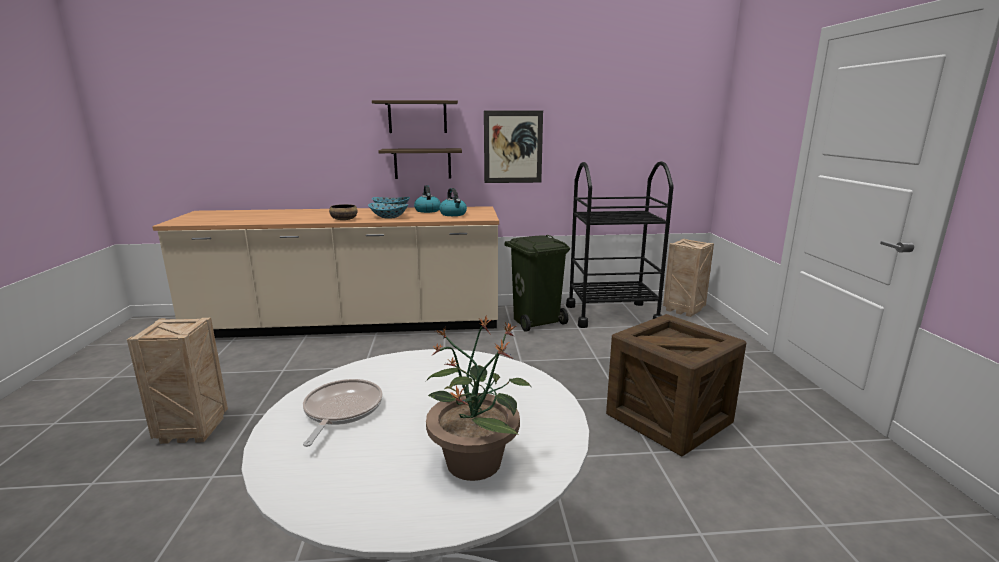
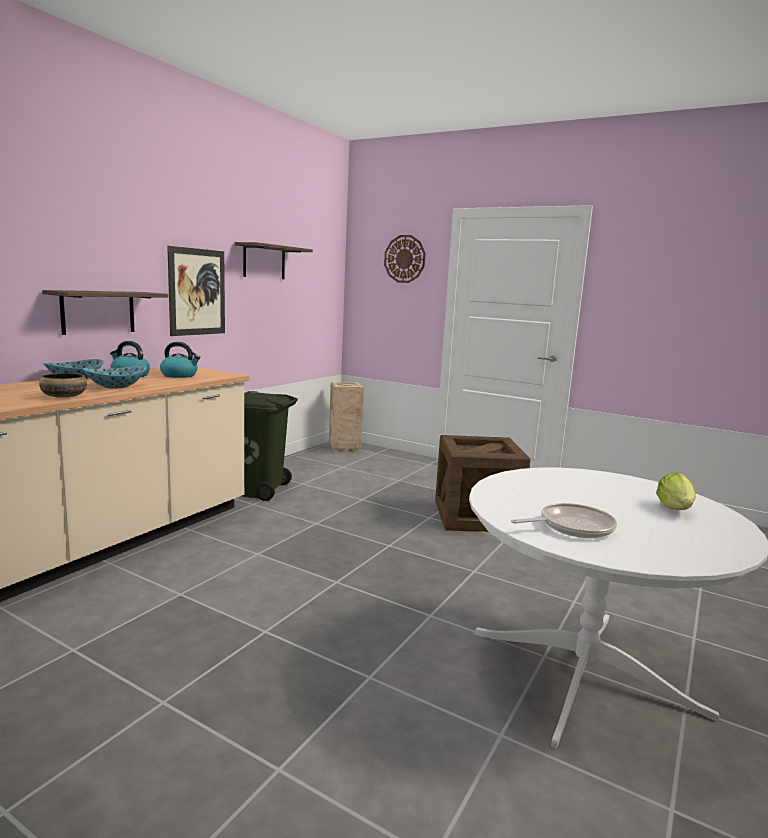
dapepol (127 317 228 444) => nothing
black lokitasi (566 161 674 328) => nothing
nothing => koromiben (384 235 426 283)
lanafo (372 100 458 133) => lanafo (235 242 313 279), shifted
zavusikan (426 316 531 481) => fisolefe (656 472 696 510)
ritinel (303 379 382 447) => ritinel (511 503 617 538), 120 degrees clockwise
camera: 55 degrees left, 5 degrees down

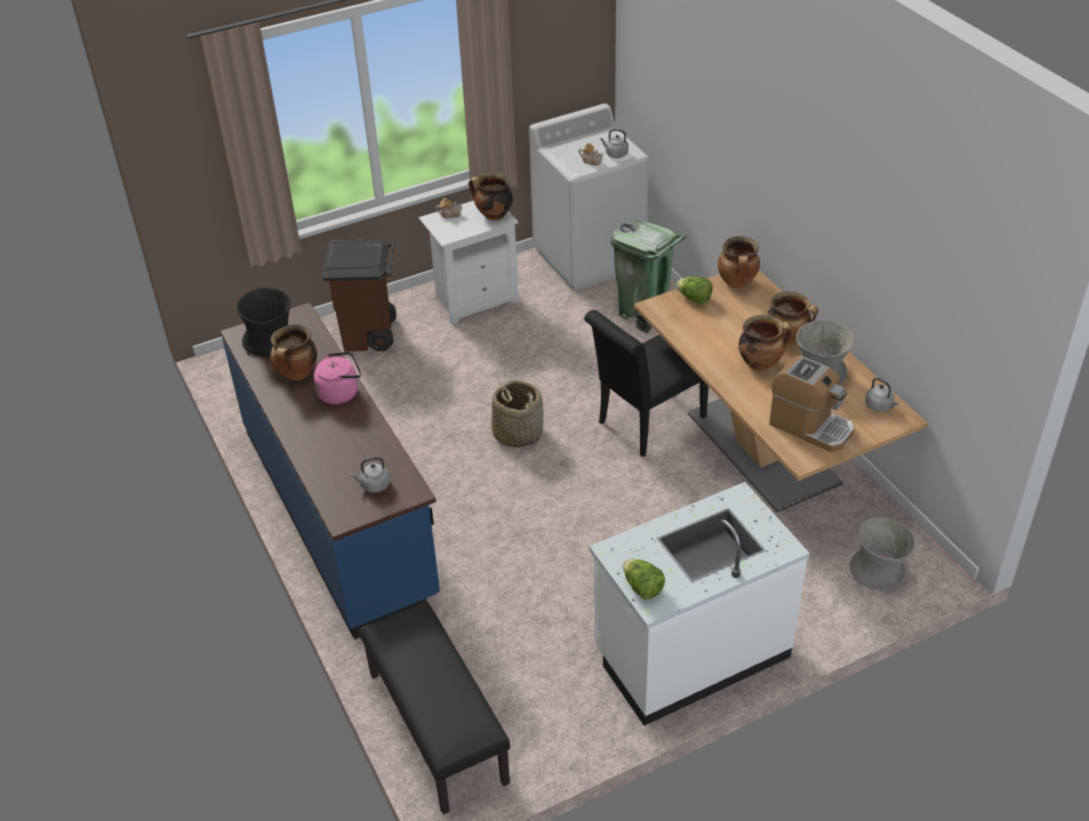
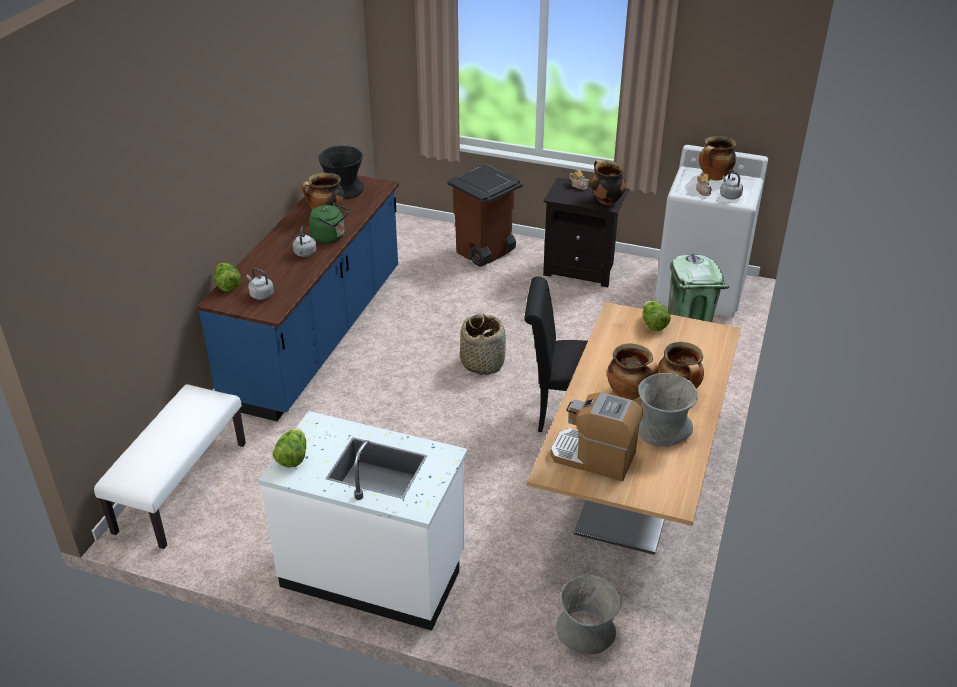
nothing => fisolefe (214 263 241 292)
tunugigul (718 236 760 288) => tunugigul (699 136 736 181), shifted
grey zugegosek (865 378 899 412) => grey zugegosek (293 226 317 257), shifted
pink zugegosek (314 351 361 404) => green zugegosek (309 203 350 243)
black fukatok (359 601 510 815) => white fukatok (94 384 246 549)
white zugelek (419 201 519 324) => black zugelek (543 177 629 287)
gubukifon (769 355 854 452) => gubukifon (550 392 643 481), 120 degrees clockwise
camera: 45 degrees right, 5 degrees down

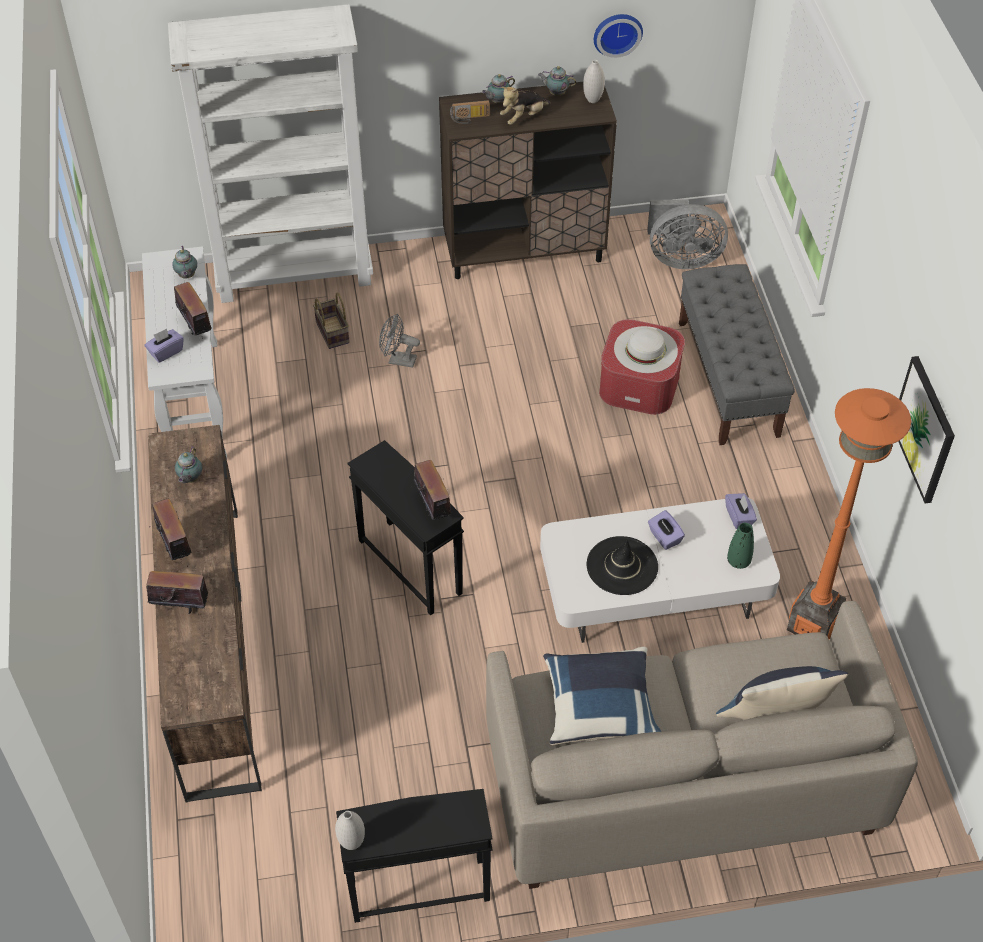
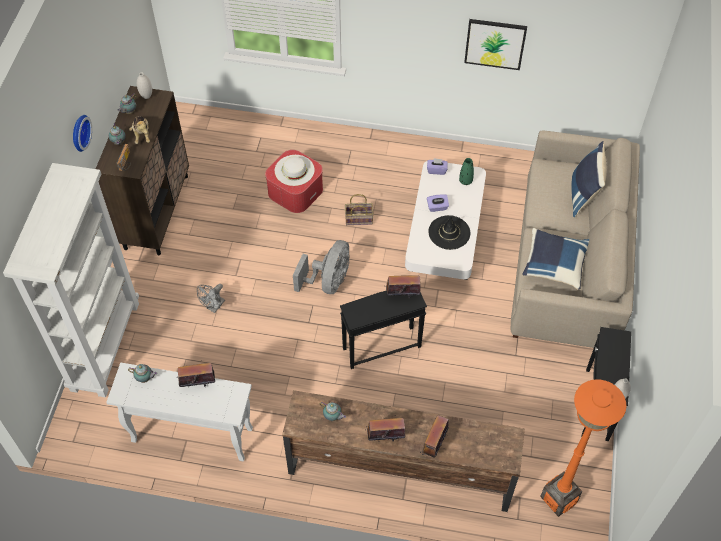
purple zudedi (145 328 184 363) => nothing
grey fukatok (679 264 795 445) => nothing
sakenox (313 292 350 349) => sakenox (345 194 373 225), shifted
koromiben (594 14 643 58) => koromiben (73 115 92 152), shifted
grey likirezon (647 200 728 269) => grey likirezon (293 240 349 294), shifted
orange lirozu (787 388 911 639) => orange lirozu (540 379 627 517), shifted
camera: 70 degrees left, 5 degrees up

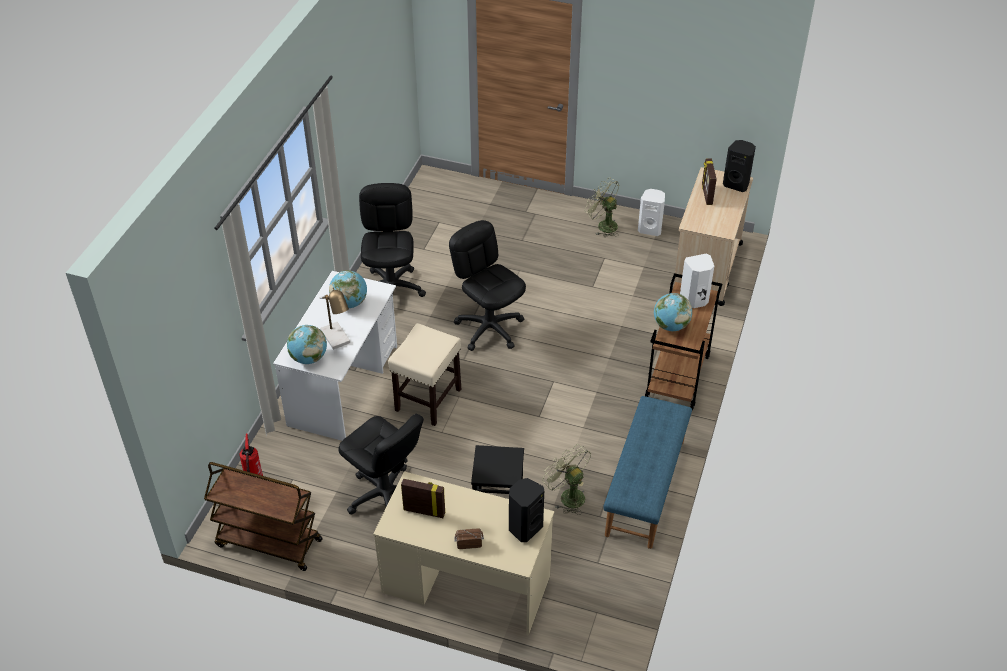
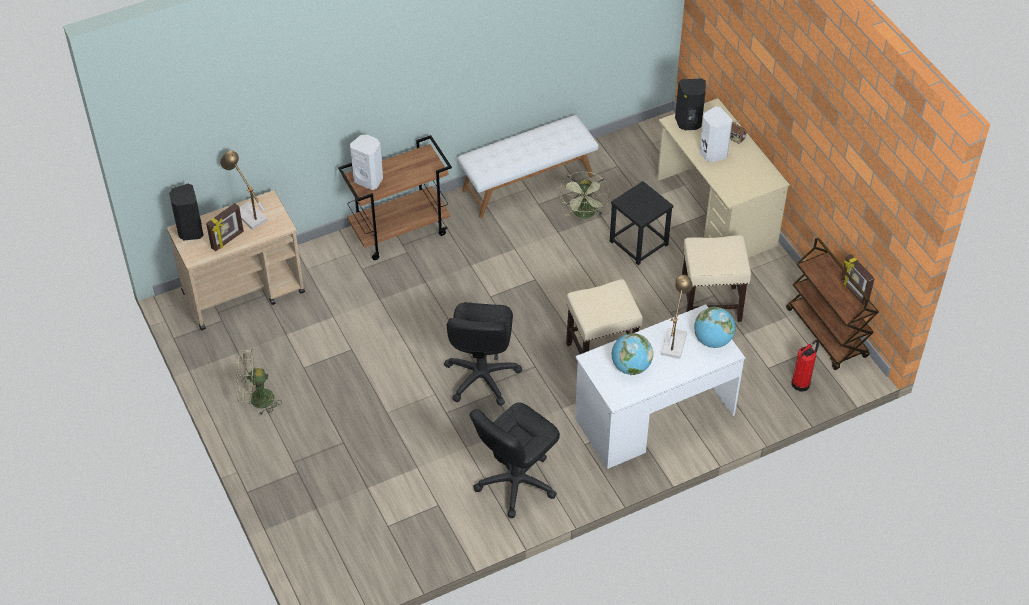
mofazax (654 293 692 331) => nothing
nothing => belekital (220 151 267 230)
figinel (401 479 445 518) => figinel (841 254 875 305), shifted
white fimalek (638 189 665 236) => white fimalek (699 106 732 162), shifted
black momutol (338 414 424 514) => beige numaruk (682 235 751 322)
blue fukatok (603 396 692 549) => white fukatok (457 115 599 218)
green likirezon (585 177 619 237) => green likirezon (236 349 282 416), 90 degrees clockwise
camera: 135 degrees left, 5 degrees up

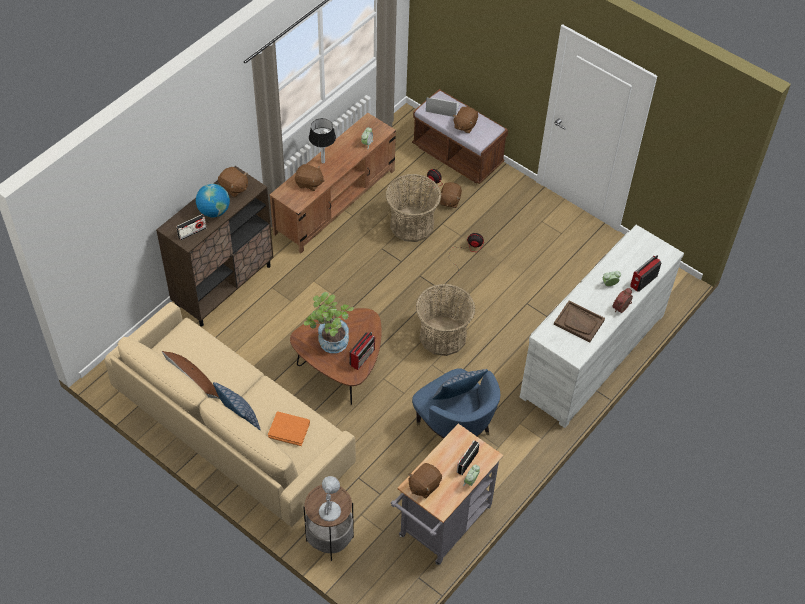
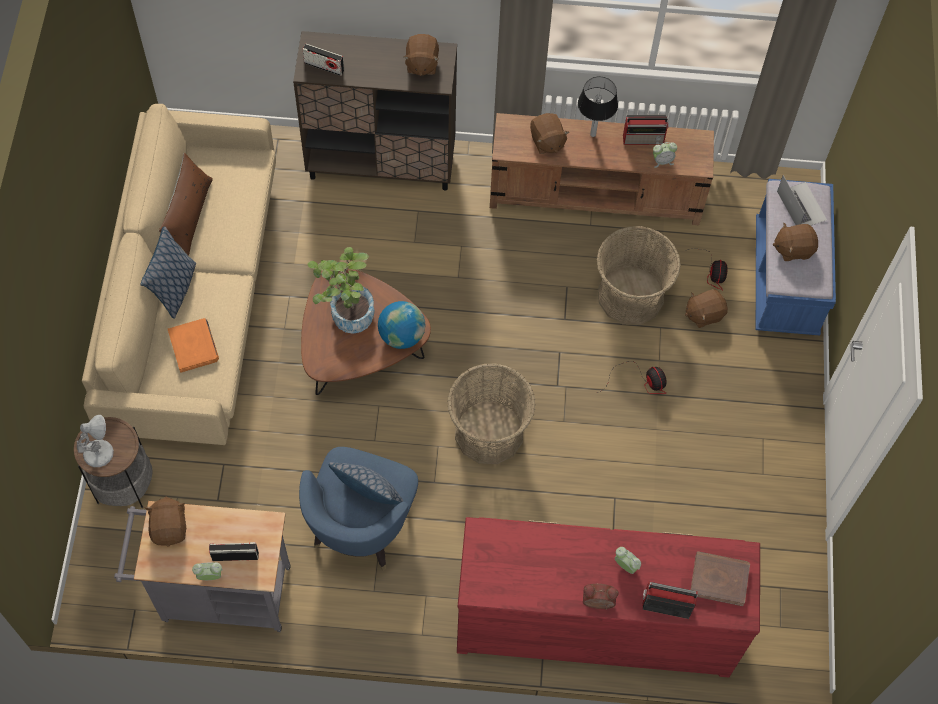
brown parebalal (554 301 605 342) => nothing
nothing => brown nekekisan (691 551 750 606)
mofazax (196 184 230 217) => mofazax (378 301 426 349), shifted
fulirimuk (349 332 375 370) => fulirimuk (623 115 669 145), shifted
brown fukatok (412 89 508 184) => blue fukatok (756 179 836 336)
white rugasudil (520 225 684 428) => red rugasudil (457 517 760 677)
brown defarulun (409 463 442 498) => brown defarulun (145 497 186 547), 75 degrees clockwise
camera: 55 degrees right, 10 degrees up

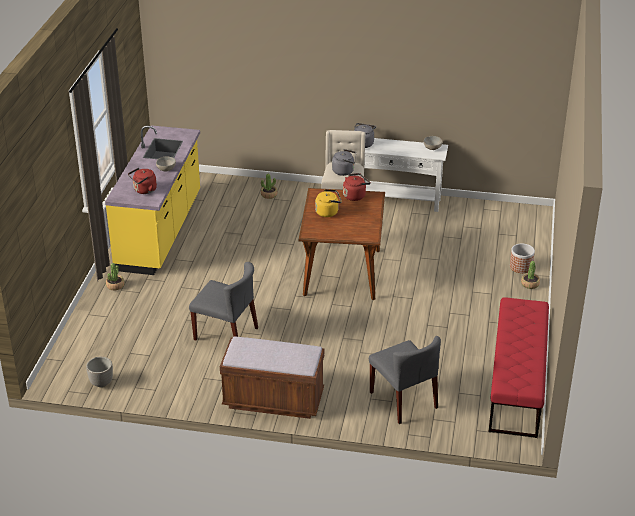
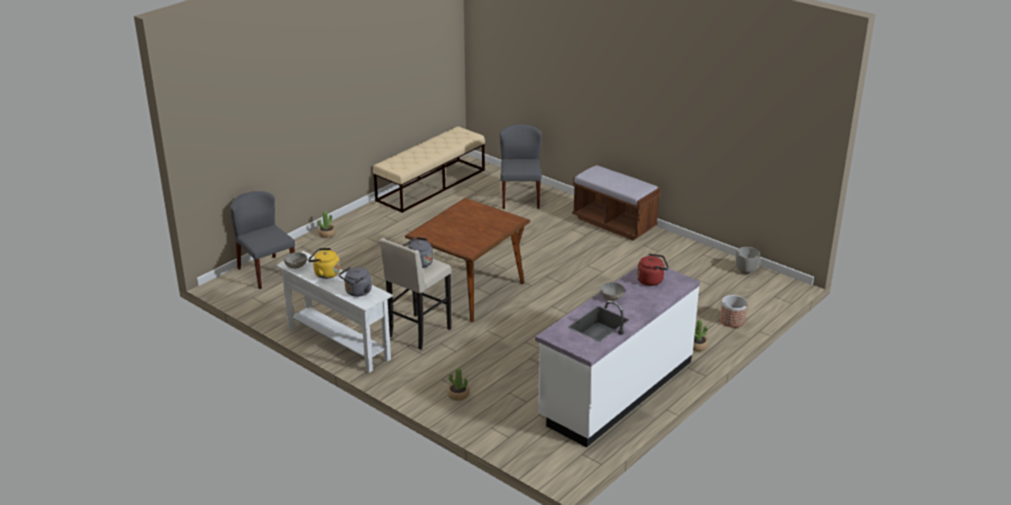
red zugegosek (343 173 370 201) => nothing
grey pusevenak (189 262 258 340) => grey pusevenak (230 191 295 289), shifted
yellow zugegosek (315 189 342 217) => yellow zugegosek (308 248 340 279), shifted
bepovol (510 244 535 273) => bepovol (720 295 747 328), shifted
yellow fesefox (105 125 200 275) => white fesefox (535 267 700 447)
red fukatok (489 297 549 438) => beige fukatok (373 126 485 213)
camera: 150 degrees left, 5 degrees down

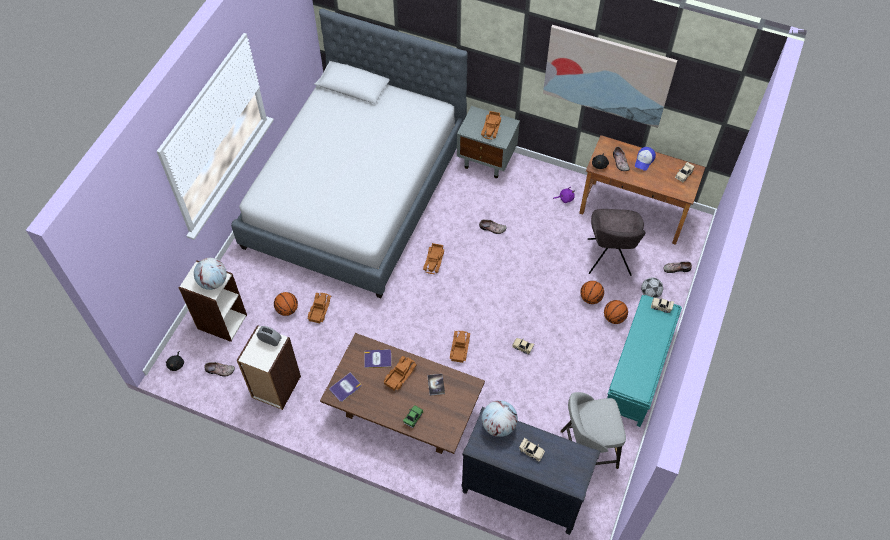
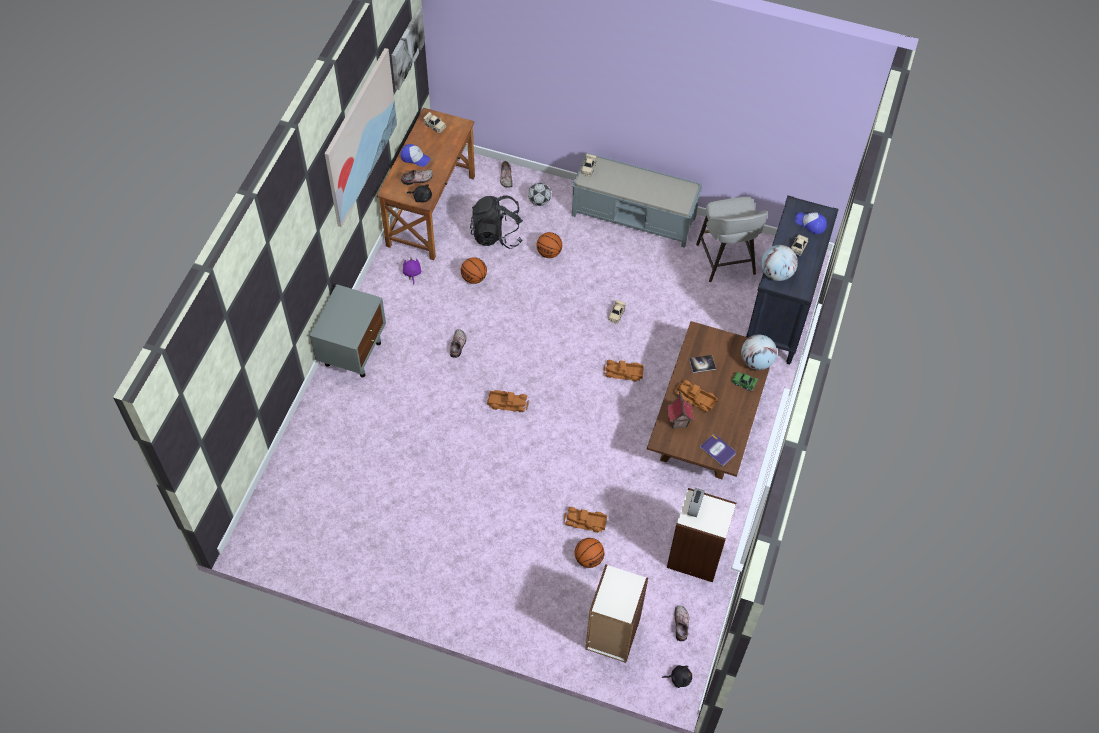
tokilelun (231 9 468 298) => nothing
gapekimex (481 111 502 139) => nothing
nothing => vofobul (391 7 425 90)
nothing => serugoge (795 212 827 234)
mofazax (194 258 227 290) => mofazax (741 335 777 370), shifted
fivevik (604 300 628 324) => fivevik (461 257 487 284), shifted
nekekisan (364 349 391 368) => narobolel (667 391 694 429)
grey pusevenak (588 209 646 276) => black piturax (470 195 523 249)
turquoise fukatok (607 295 682 427) => grey fukatok (572 153 702 248)
camera: 95 degrees left, 0 degrees up

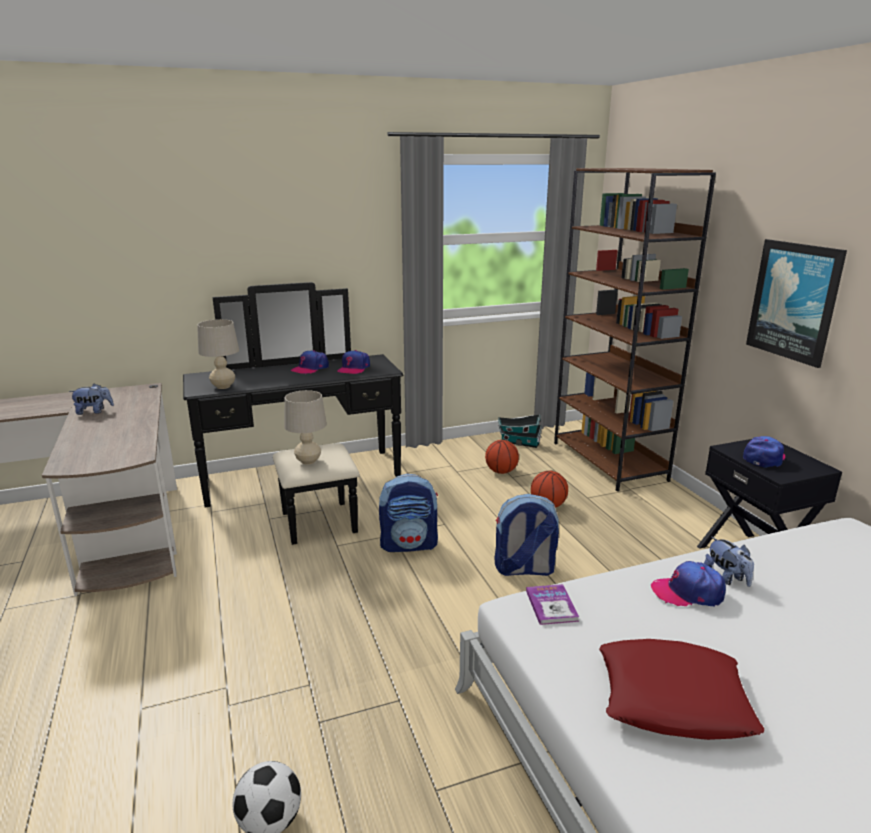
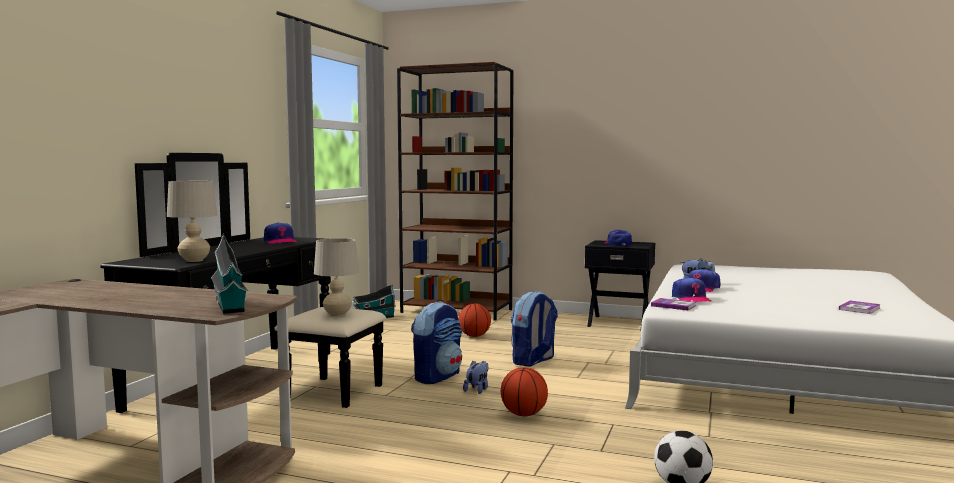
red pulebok (599 639 764 740) => nothing
vofobul (746 239 847 368) => nothing
nothing => narobolel (211 234 248 314)
nothing => nekekisan (839 300 880 314)
defarulun (69 383 114 415) => defarulun (463 361 488 394), shifted
serugoge (291 350 329 374) => serugoge (672 277 712 302), shifted
fivevik (485 440 519 474) => fivevik (501 367 548 416), shifted
camera: 50 degrees left, 15 degrees down

